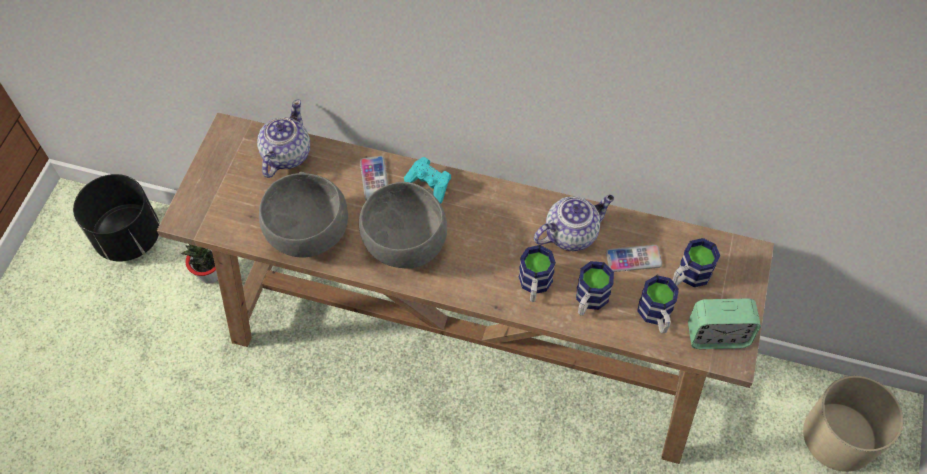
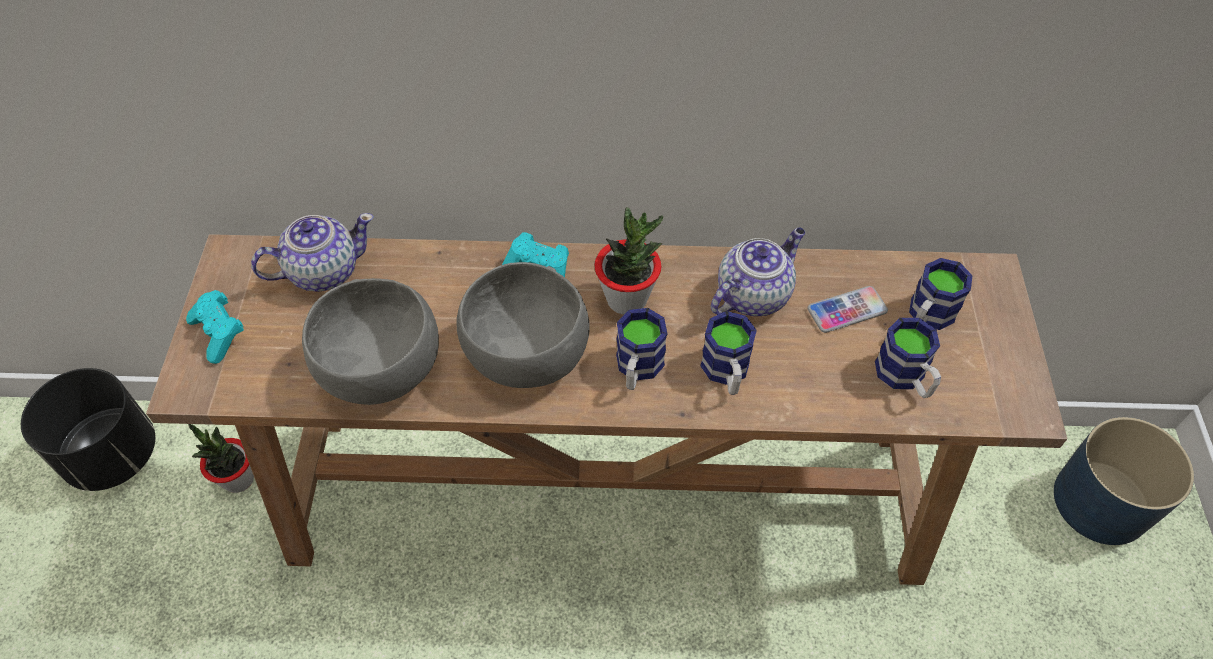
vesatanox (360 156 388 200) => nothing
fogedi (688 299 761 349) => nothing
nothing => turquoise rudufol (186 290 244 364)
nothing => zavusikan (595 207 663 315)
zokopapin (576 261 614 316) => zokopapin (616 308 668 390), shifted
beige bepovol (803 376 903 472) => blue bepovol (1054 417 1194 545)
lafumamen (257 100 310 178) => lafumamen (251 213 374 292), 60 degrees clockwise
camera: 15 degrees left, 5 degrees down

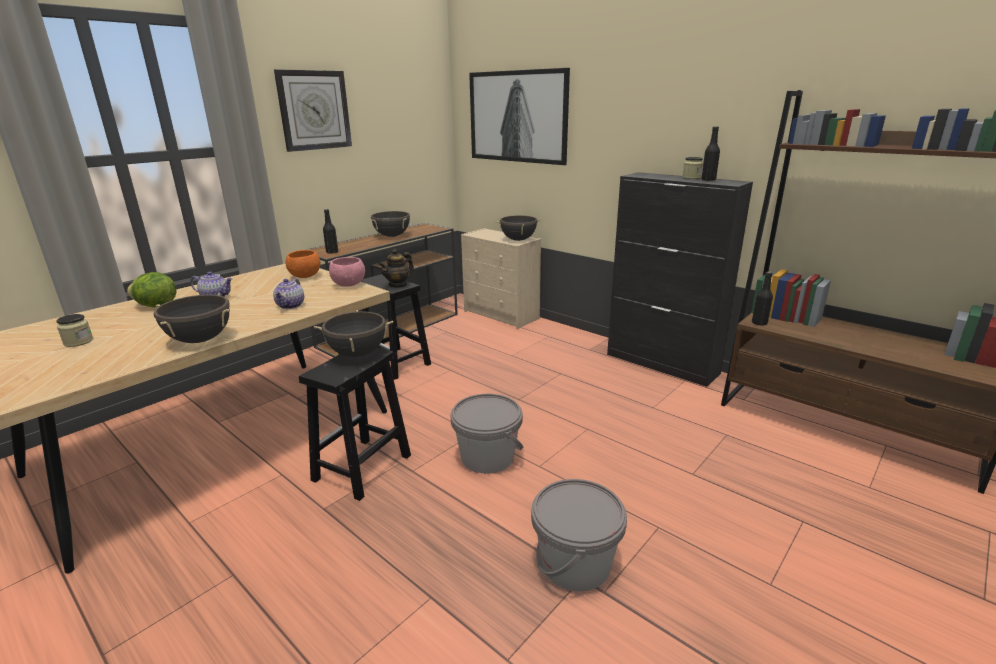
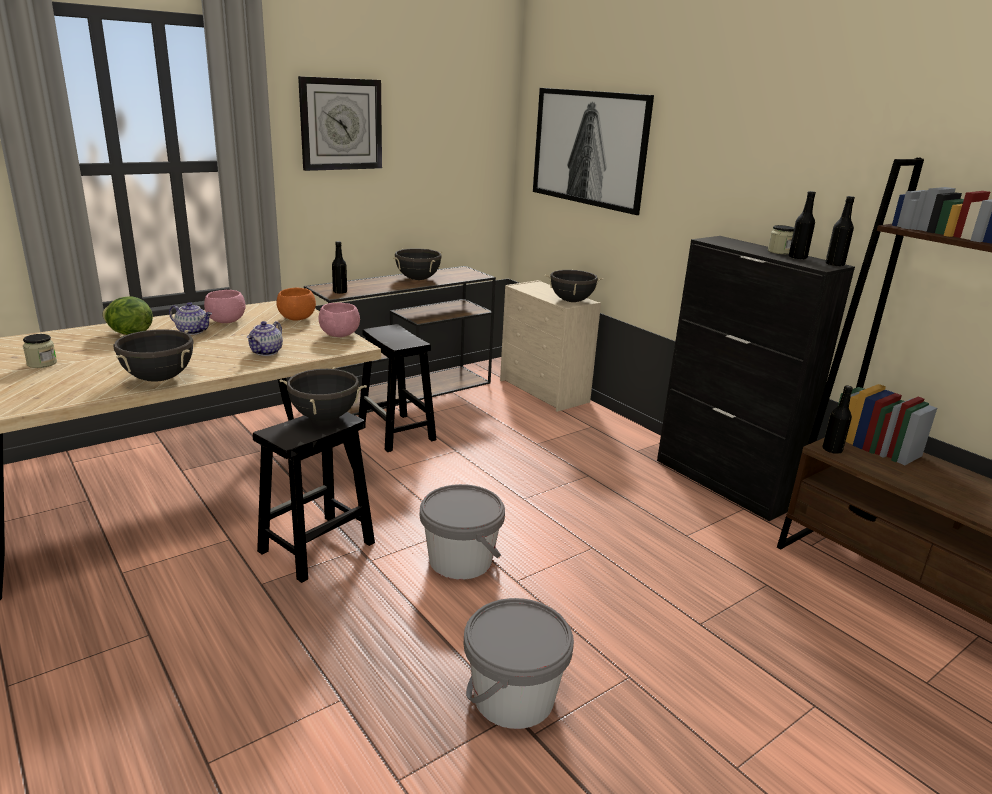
lafumamen (378 249 414 288) => nothing
nothing => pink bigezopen (204 290 246 323)
nothing => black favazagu (825 196 855 266)
camera: 10 degrees right, 0 degrees up

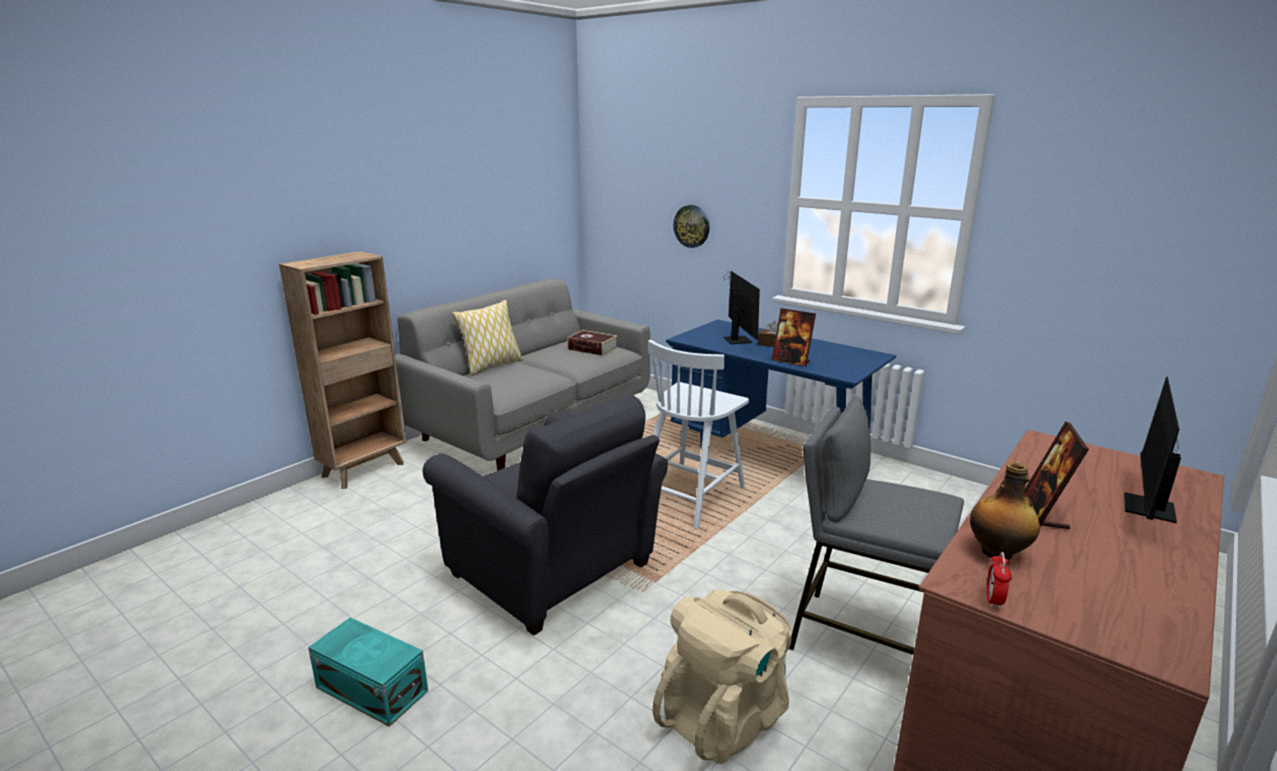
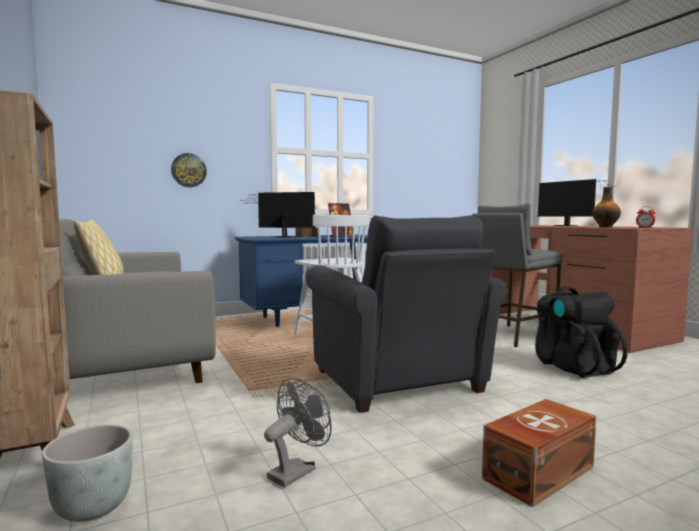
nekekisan (567 330 618 356) => nothing
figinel (1024 421 1089 529) => nothing
nothing => grey bepovol (42 424 133 522)
nothing => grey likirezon (264 378 332 487)
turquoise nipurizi (308 617 428 727) => brown nipurizi (482 399 596 507)
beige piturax (652 590 792 764) => black piturax (535 286 627 378)
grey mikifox (423 395 668 636) => grey mikifox (306 215 507 413), 90 degrees clockwise
camera: 65 degrees left, 15 degrees down

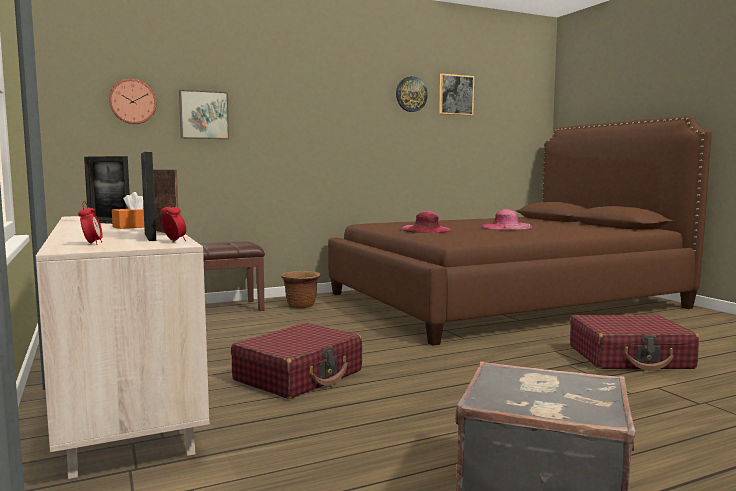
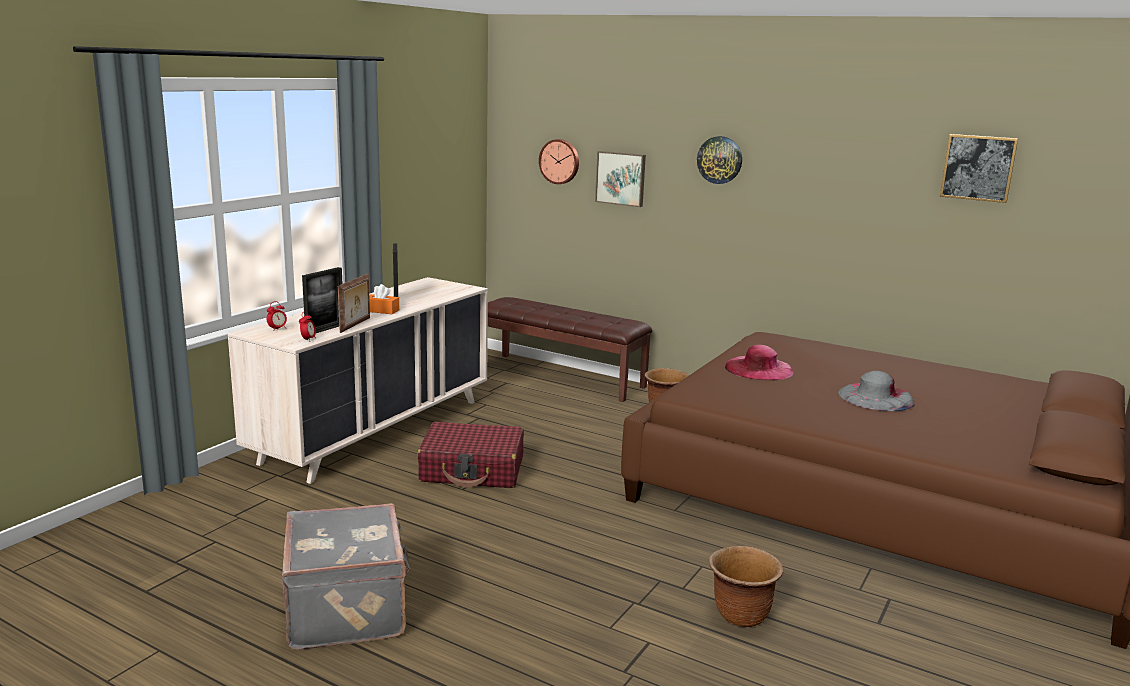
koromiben (396 76 428 112) => koromiben (697 136 742 184), shifted
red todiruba (570 315 699 371) => brown bepovol (709 546 784 628)
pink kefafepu (481 209 532 230) => grey kefafepu (838 371 915 411)
camera: 55 degrees right, 10 degrees up

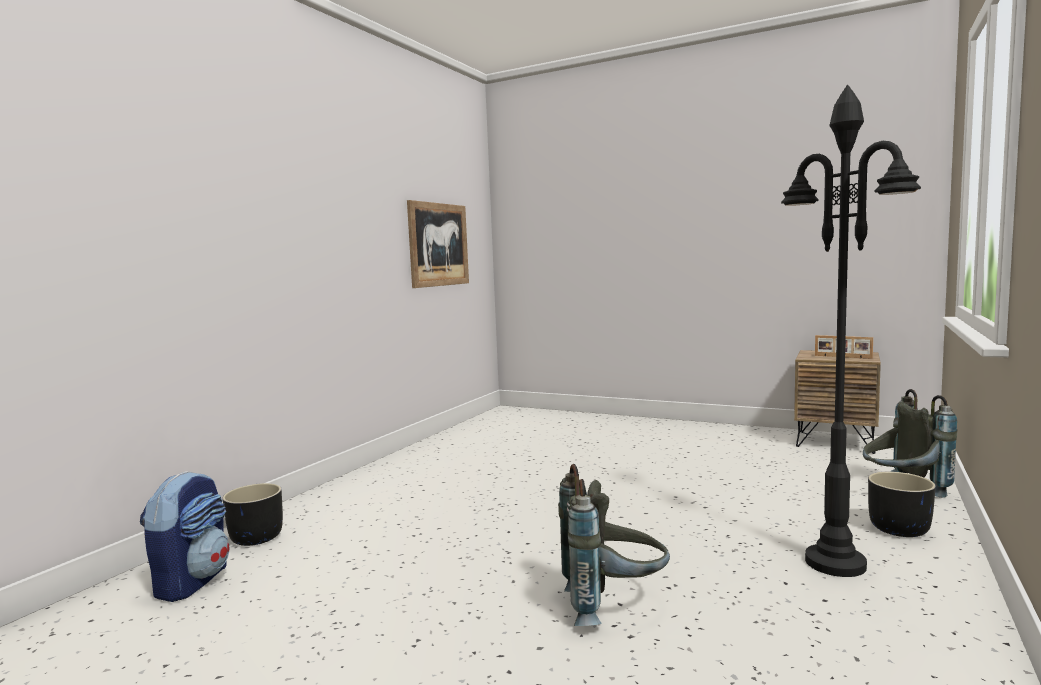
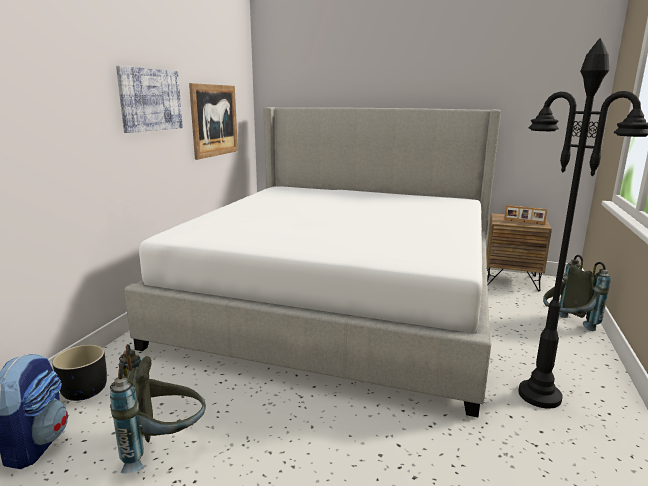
black bepovol (868 472 936 537) => nothing
nothing => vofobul (116 66 183 133)
nothing => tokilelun (124 107 501 417)
grey piturax (558 464 670 626) => grey piturax (110 344 206 473), shifted
camera: 10 degrees left, 10 degrees up

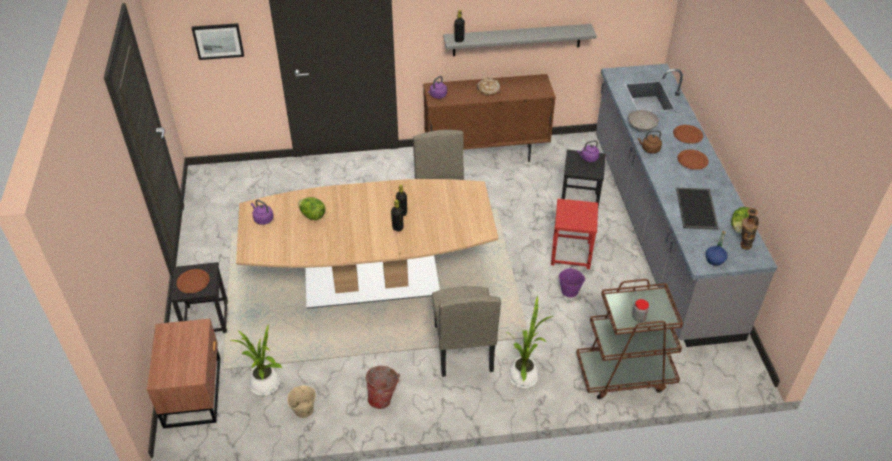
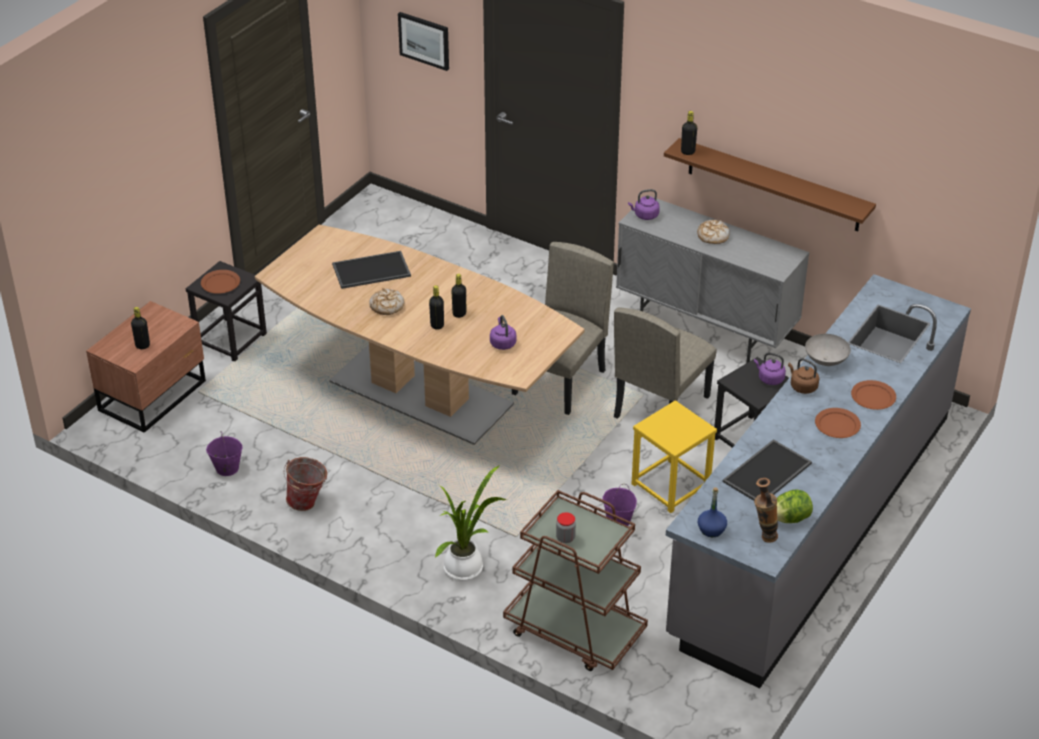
zavusikan (230 324 282 396) => nothing
nothing => black favazagu (131 307 150 349)
nothing => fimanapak (369 288 405 315)
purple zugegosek (251 200 274 225) => purple zugegosek (490 315 516 350), shifted
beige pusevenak (432 286 501 377) => beige pusevenak (614 307 717 419), shifted
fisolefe (298 197 325 221) => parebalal (332 251 411 289)
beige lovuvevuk (287 386 316 418) => purple lovuvevuk (206 431 243 476)
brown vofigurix (423 74 556 162) => grey vofigurix (616 195 809 363)
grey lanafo (443 24 597 56) => brown lanafo (664 138 876 231)
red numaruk (551 199 598 269) => yellow numaruk (632 400 717 513)
camera: 40 degrees right, 5 degrees down

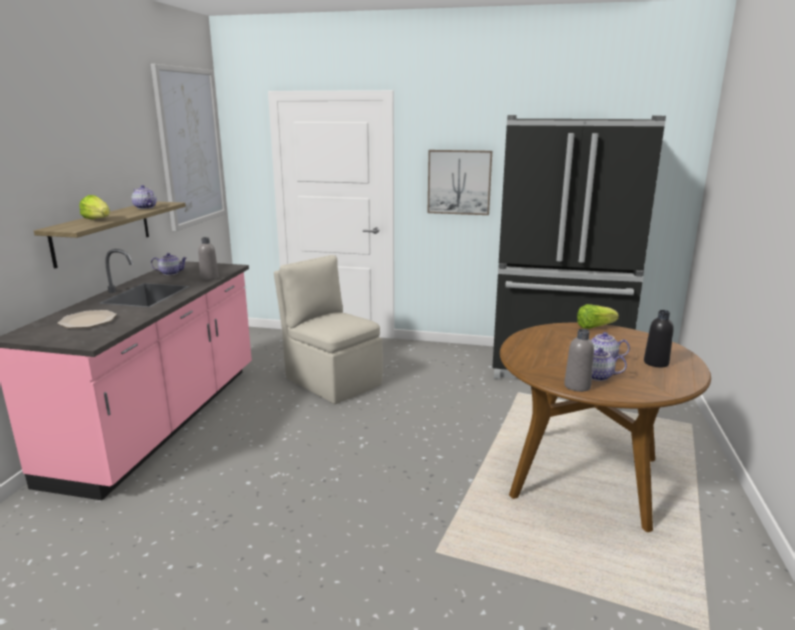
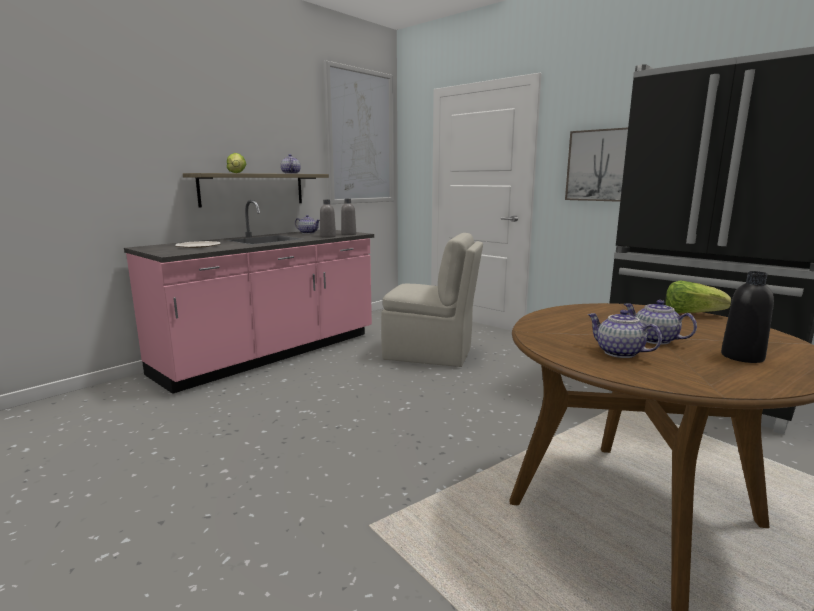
grey favazagu (564 329 594 392) => grey favazagu (341 199 356 235), shifted
beige pusevenak (274 255 383 404) => beige pusevenak (381 233 483 367), 120 degrees clockwise
camera: 30 degrees right, 5 degrees down

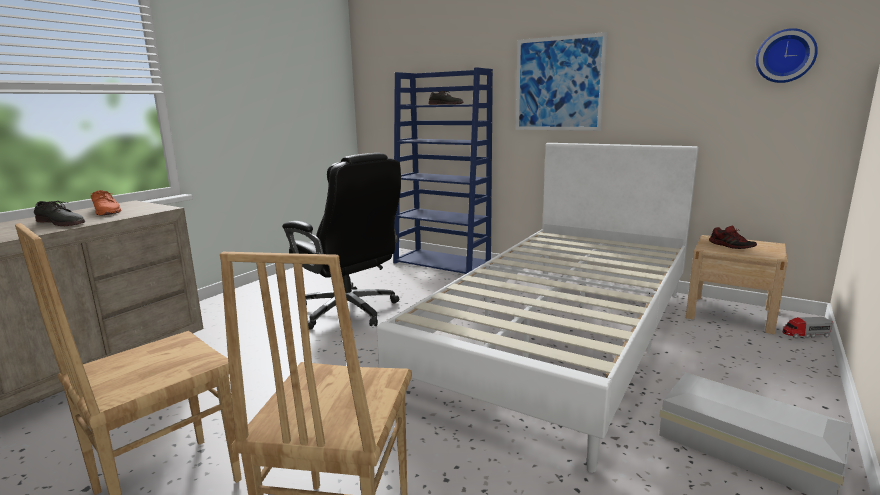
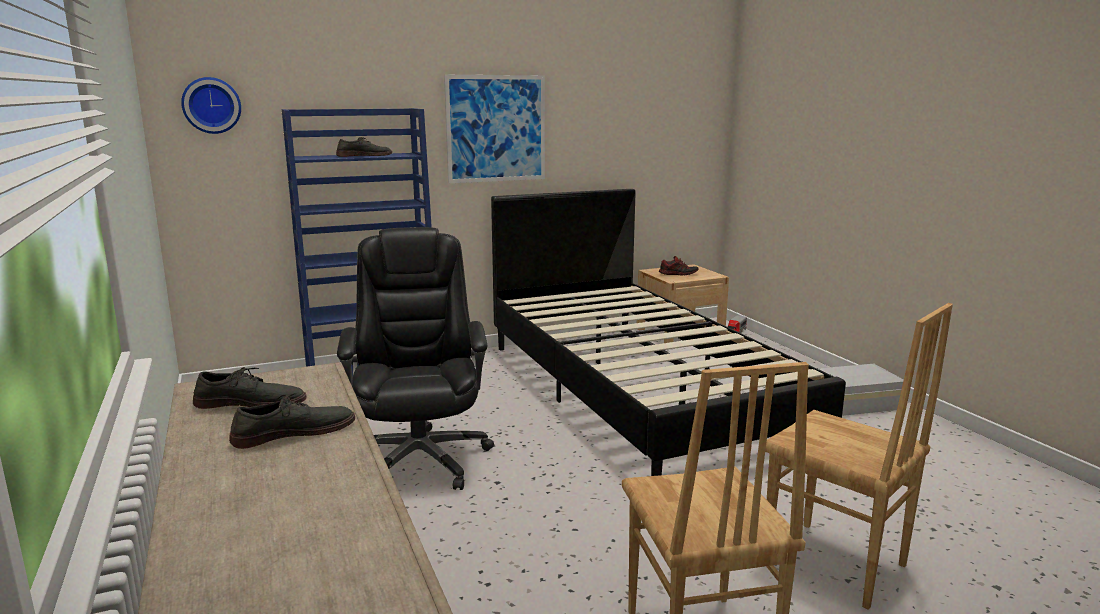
koromiben (756 28 818 83) => koromiben (181 77 241 134), shifted
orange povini (90 190 121 215) => grey povini (193 367 307 409)
white tokilelun (377 143 699 473) => black tokilelun (491 189 846 476)
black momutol (282 153 401 330) => black momutol (337 227 494 490), 90 degrees counterclockwise
camera: 55 degrees left, 0 degrees up

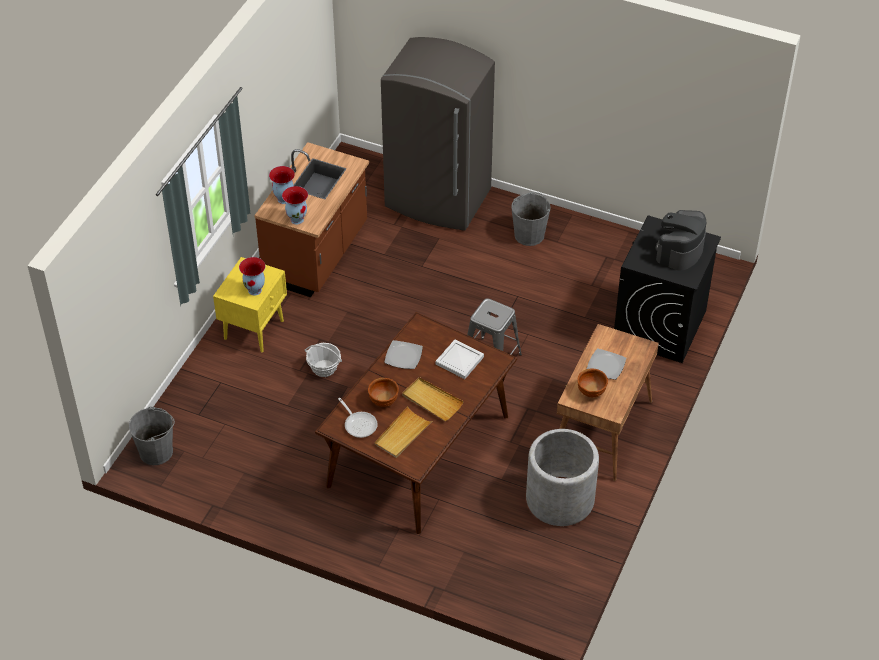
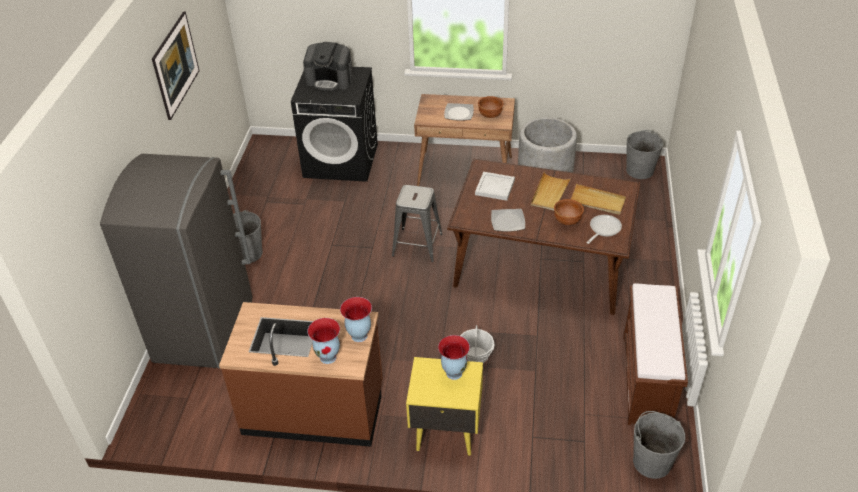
nothing => vofobul (152 11 199 120)
nothing => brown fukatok (623 283 688 425)
nothing => grey lovuvevuk (626 130 663 179)
camera: 105 degrees left, 5 degrees down

